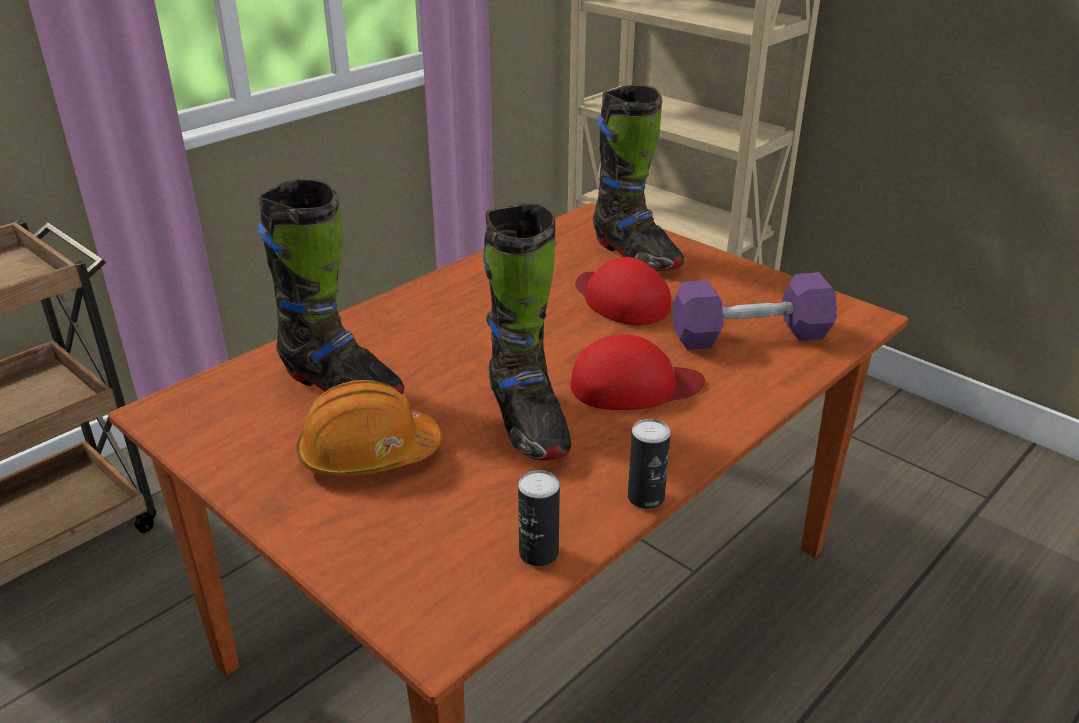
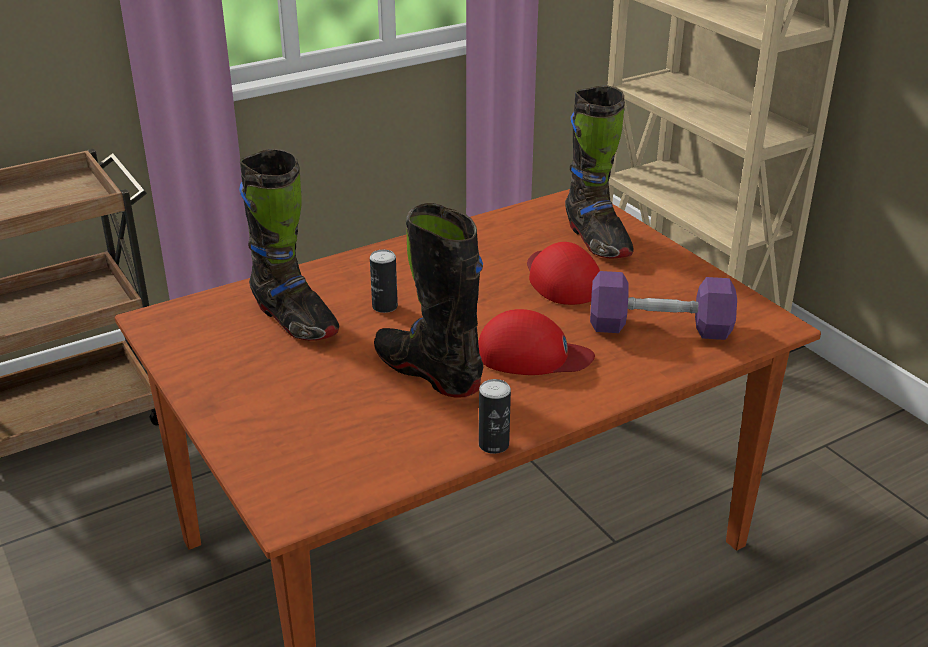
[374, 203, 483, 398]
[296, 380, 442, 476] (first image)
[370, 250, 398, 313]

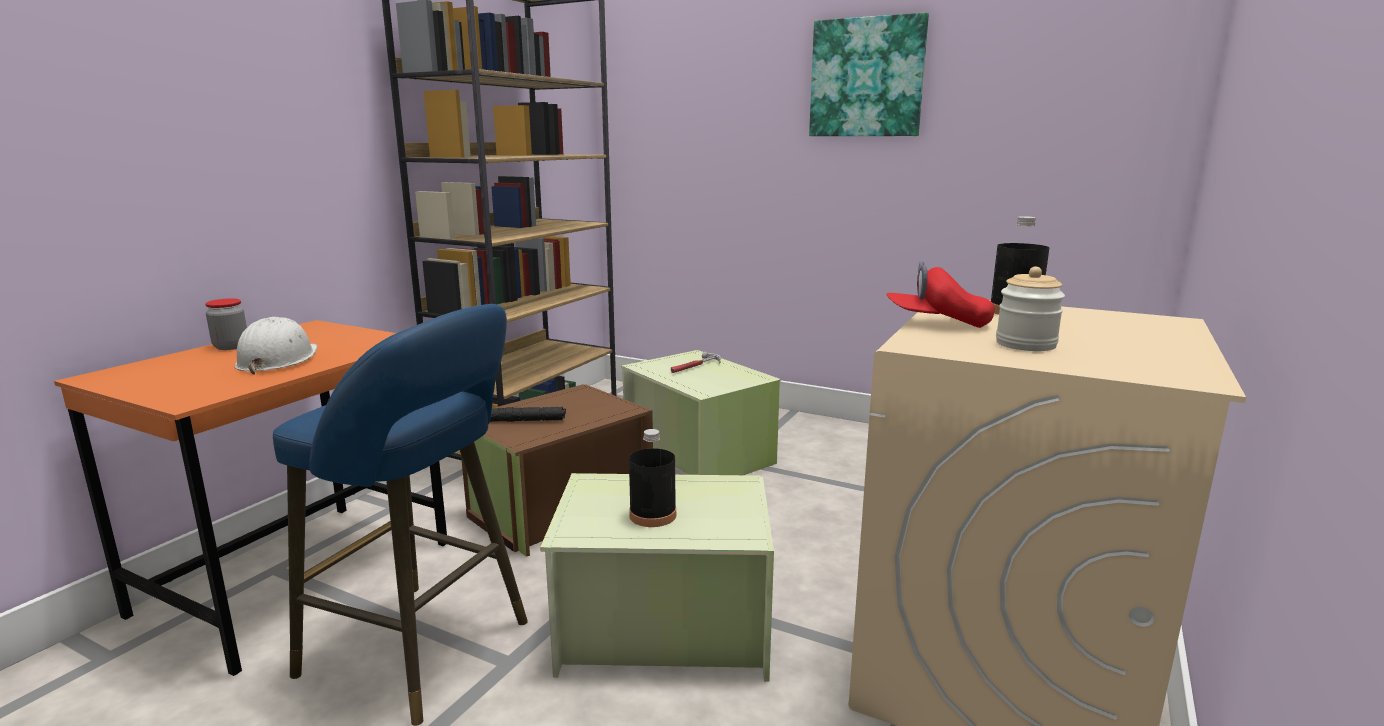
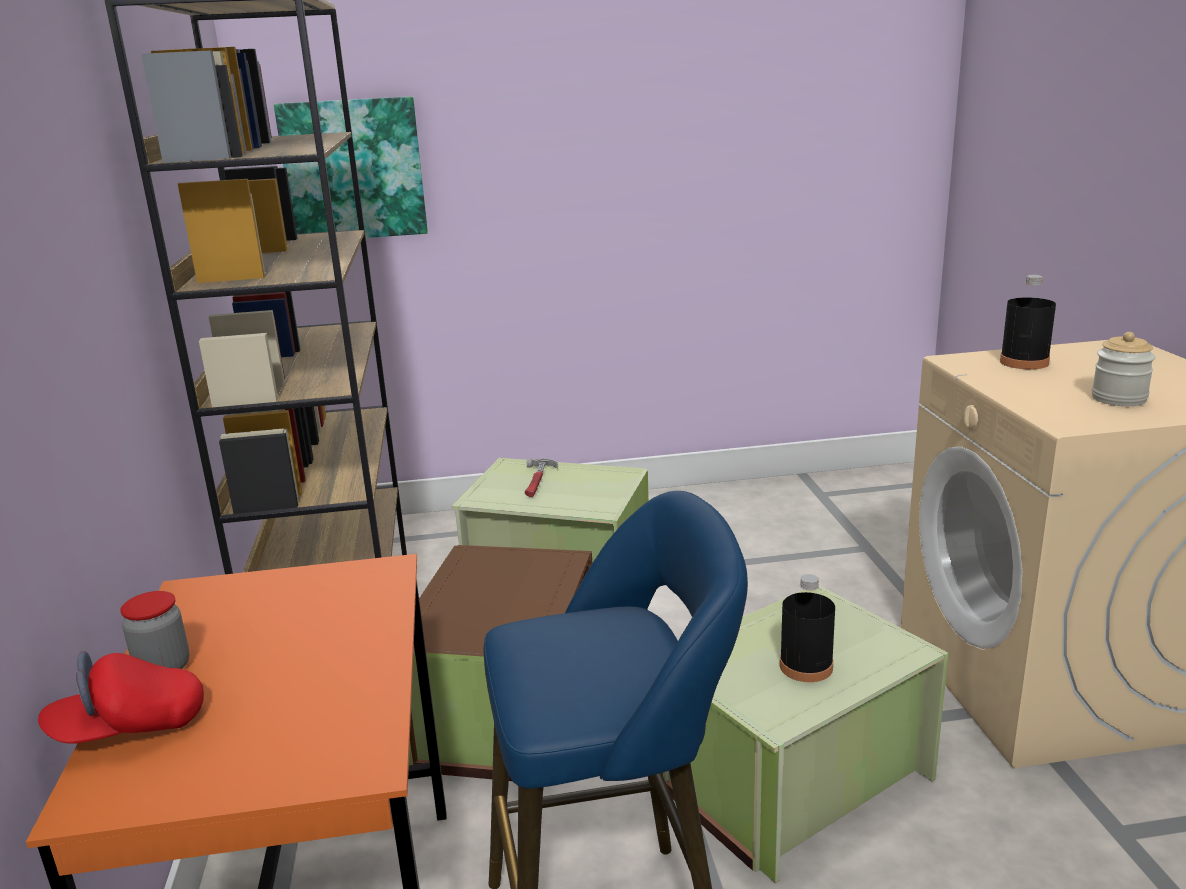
[274, 96, 428, 238]
[38, 651, 204, 744]
[234, 317, 317, 375] (first image)
[490, 407, 566, 422] (first image)

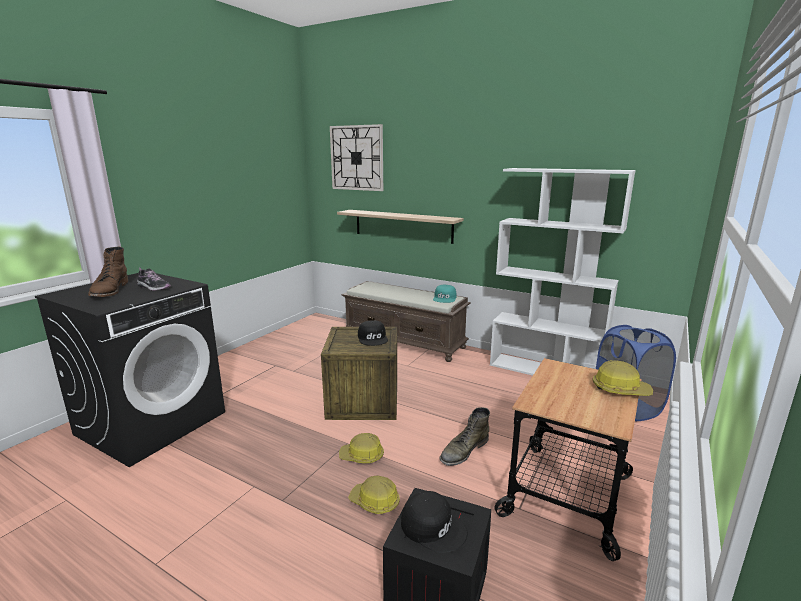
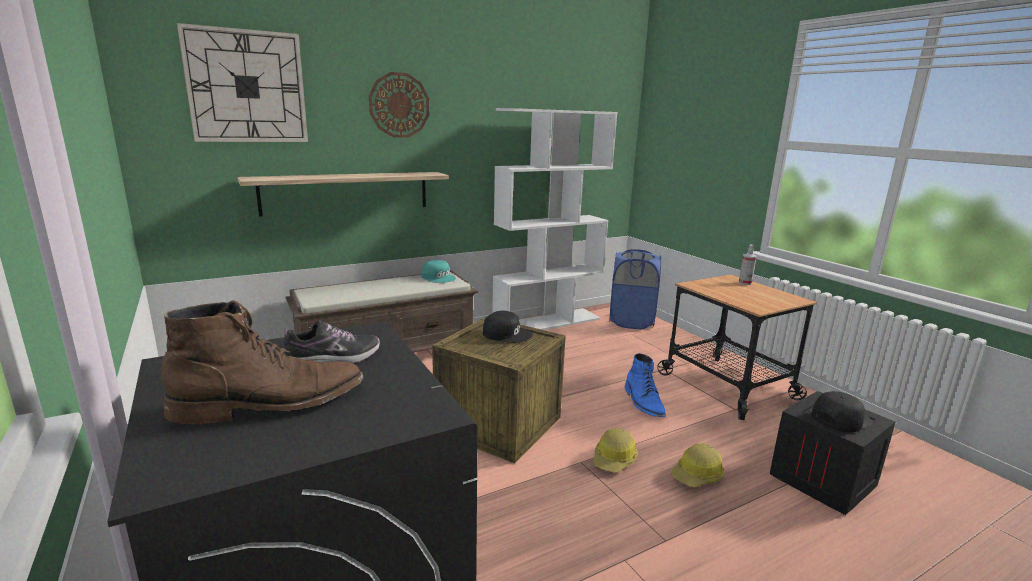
[161, 300, 364, 424]
[739, 244, 757, 285]
[625, 353, 666, 417]
[369, 72, 429, 138]

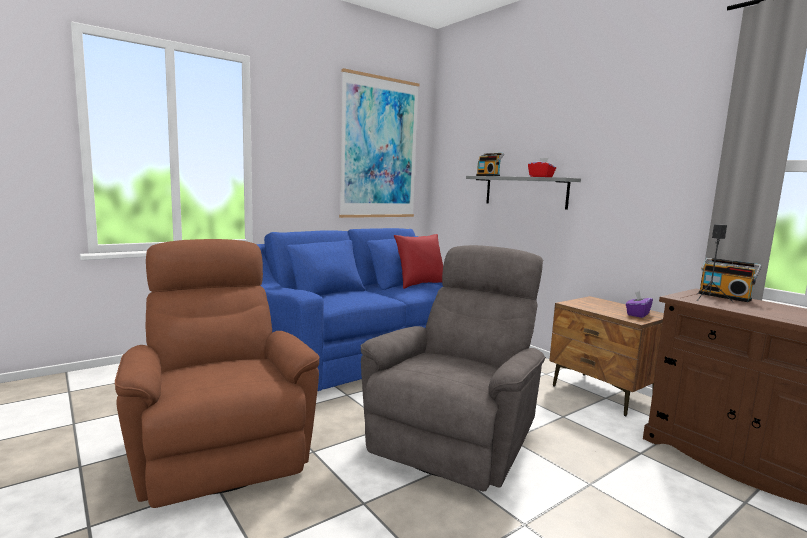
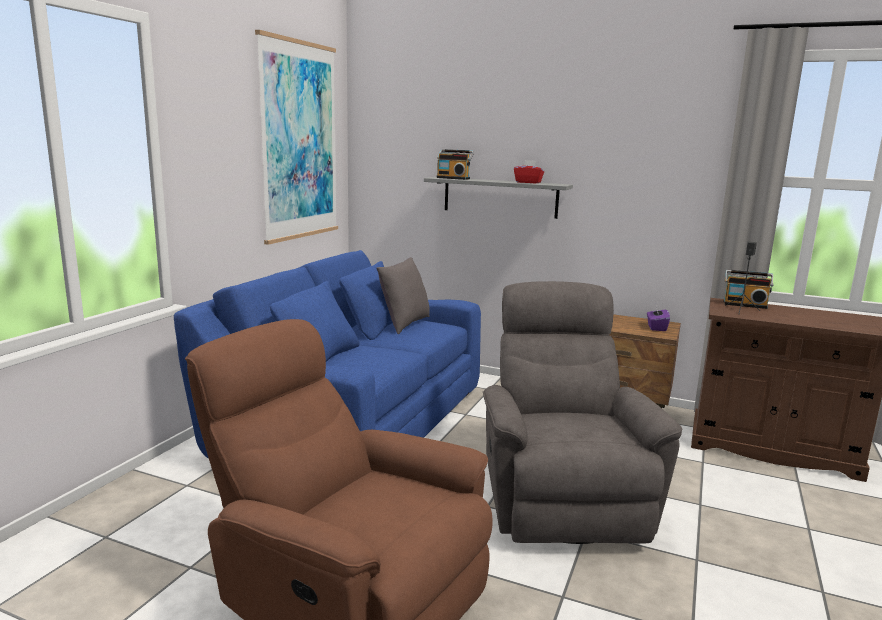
[376, 257, 430, 334]

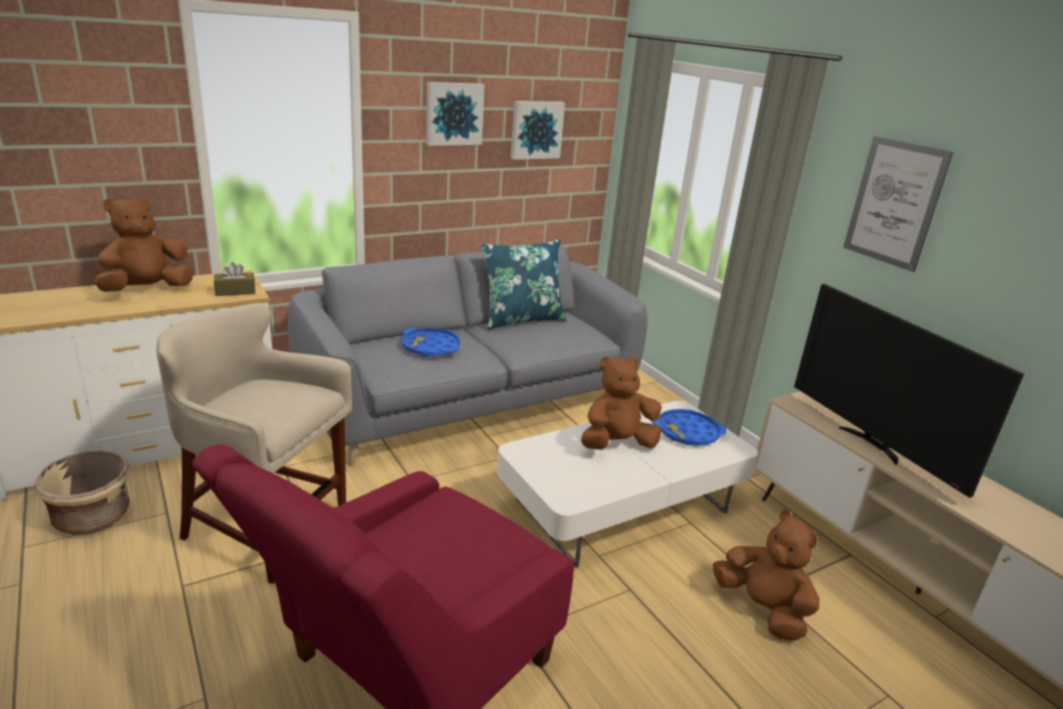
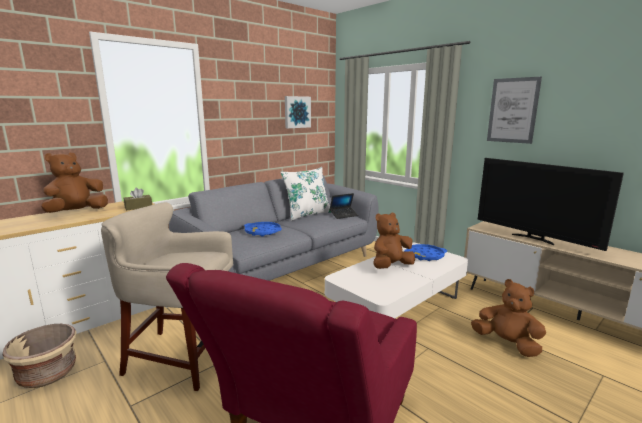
[426, 82, 485, 146] (first image)
[281, 167, 331, 221]
[330, 193, 358, 219]

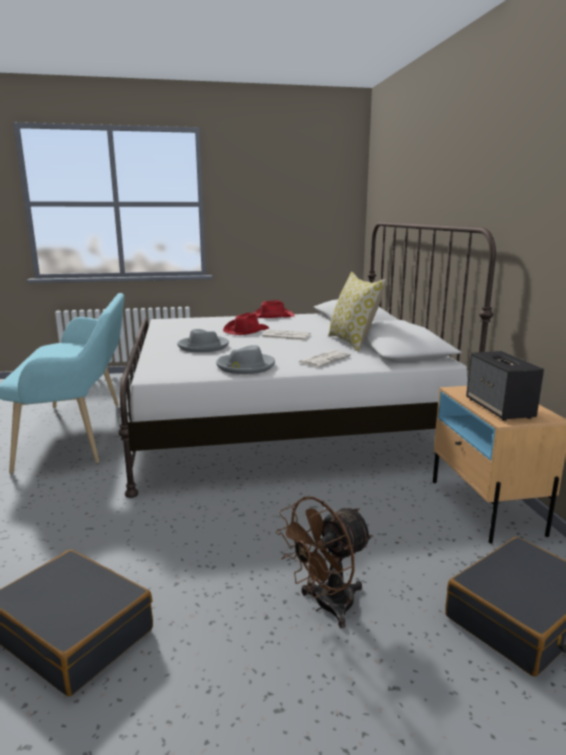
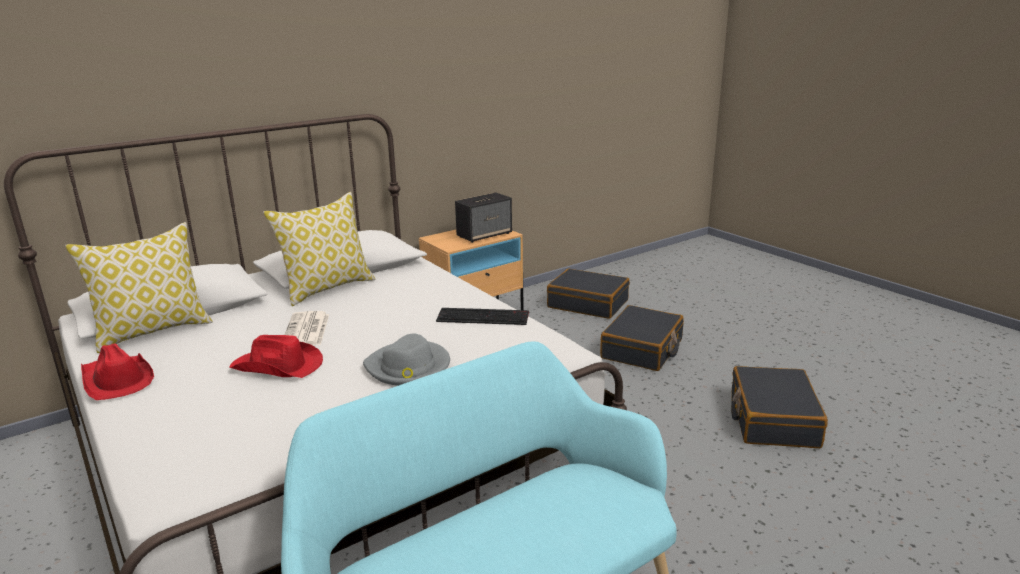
[436, 308, 529, 325]
[298, 350, 351, 367] (first image)
[600, 305, 684, 371]
[65, 222, 213, 353]

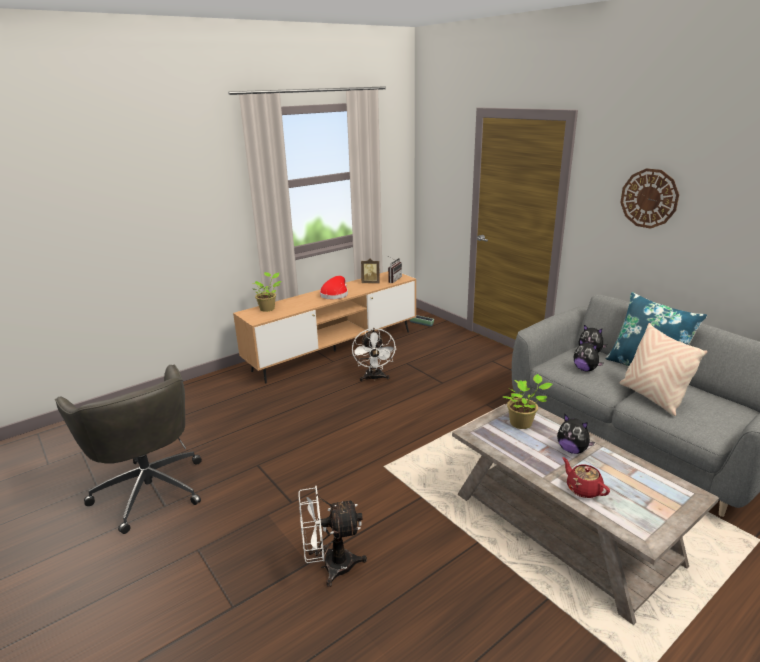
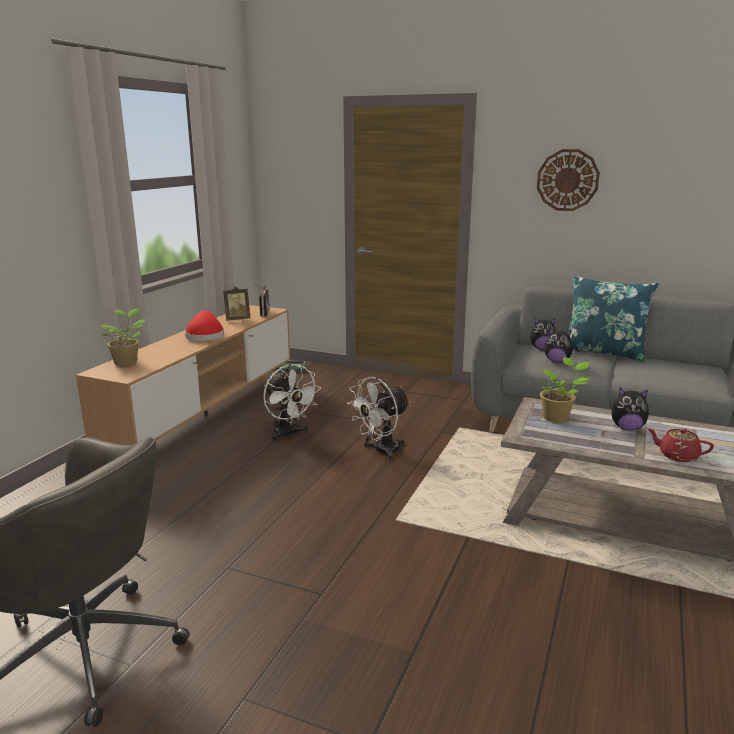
[620, 323, 708, 416] (first image)
[347, 377, 410, 460]

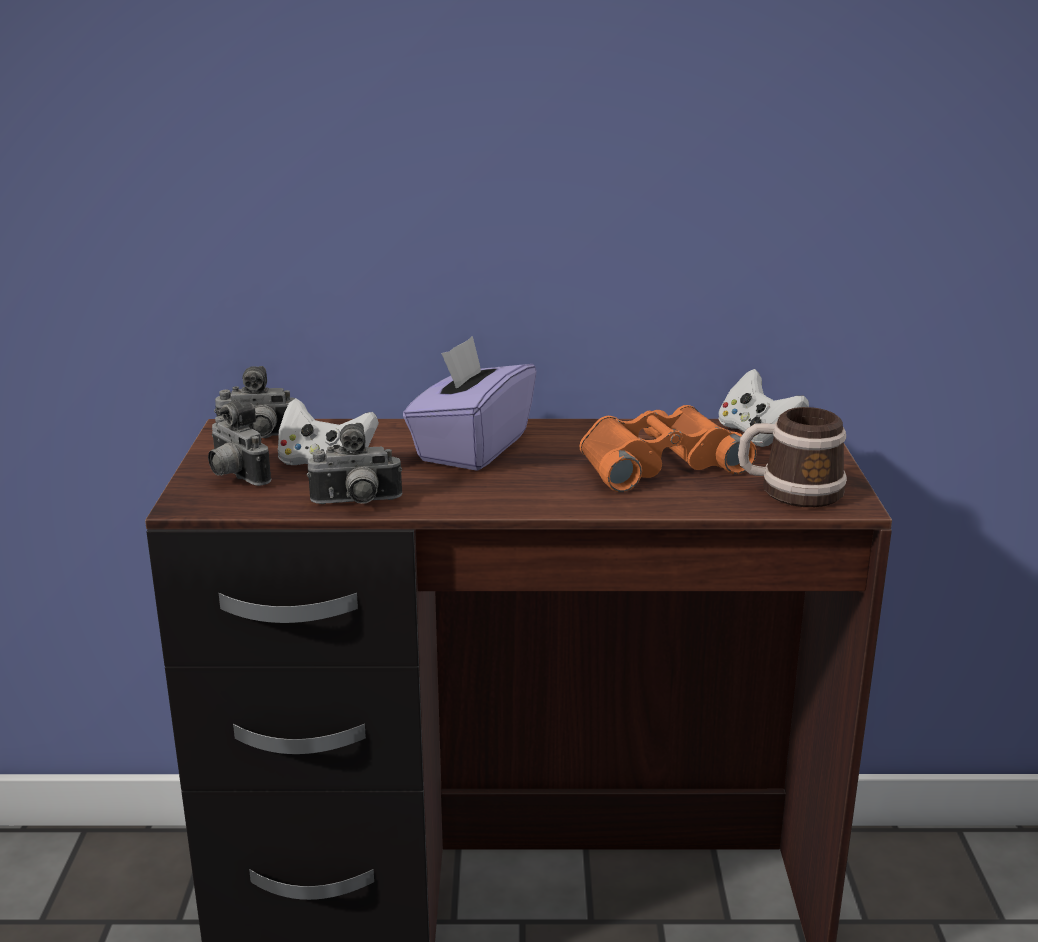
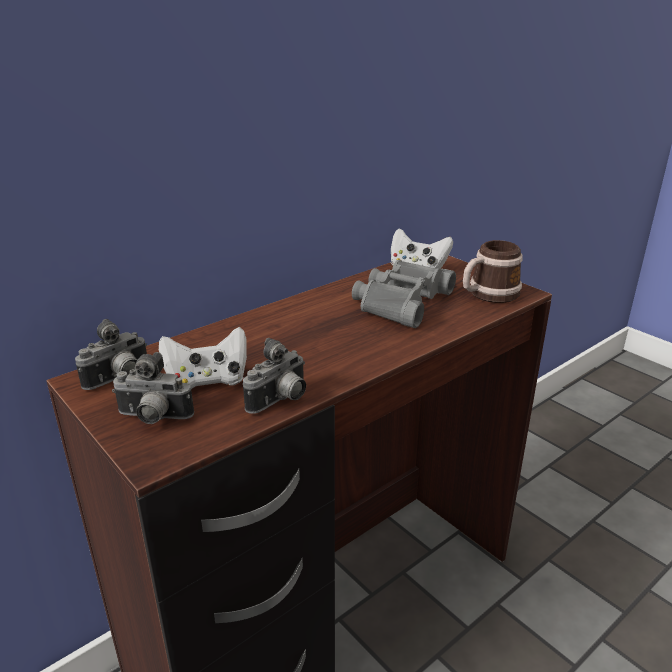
[403, 336, 537, 471] (first image)
[352, 260, 456, 328]

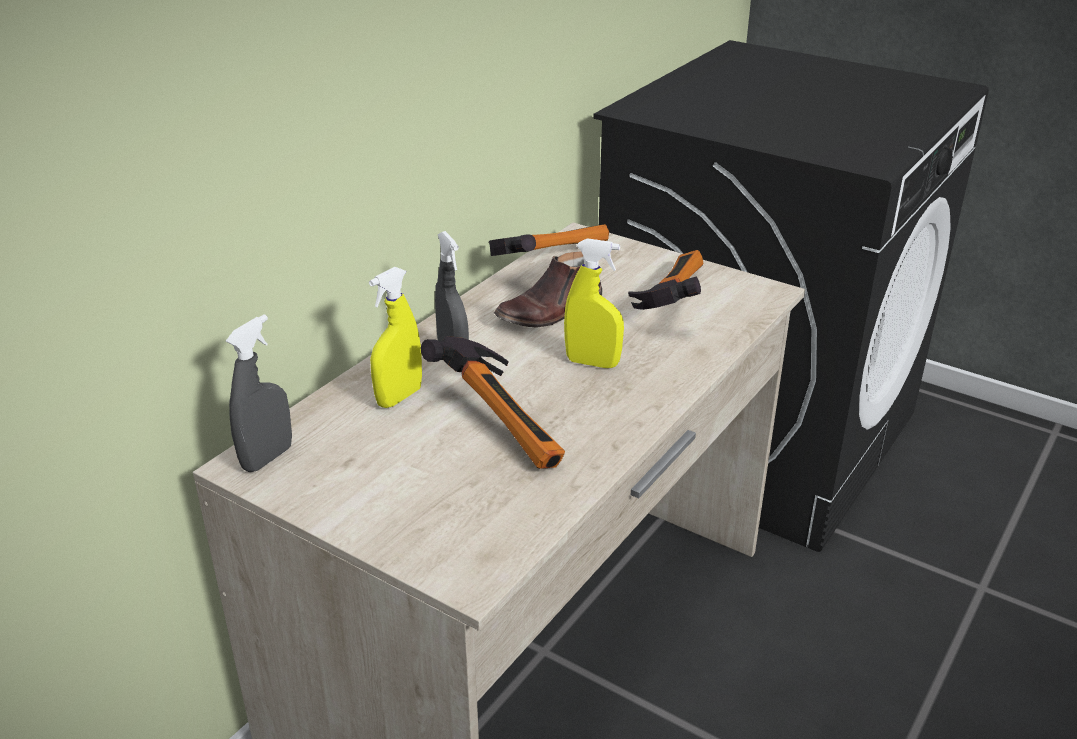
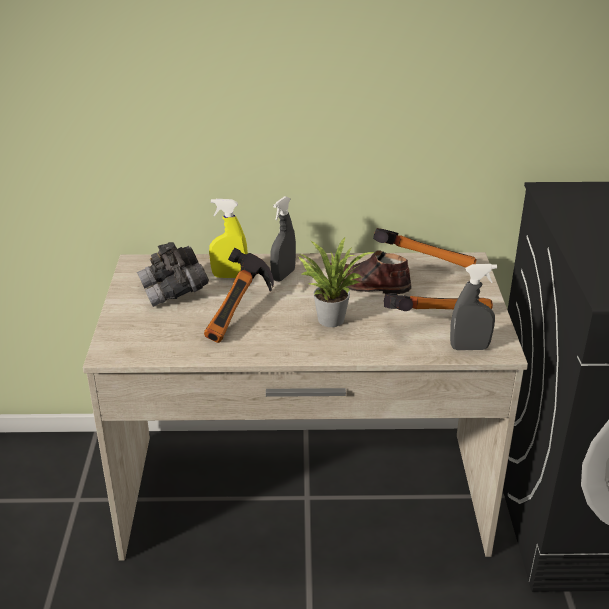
[299, 237, 374, 327]
[450, 264, 497, 350]
[137, 242, 209, 307]

